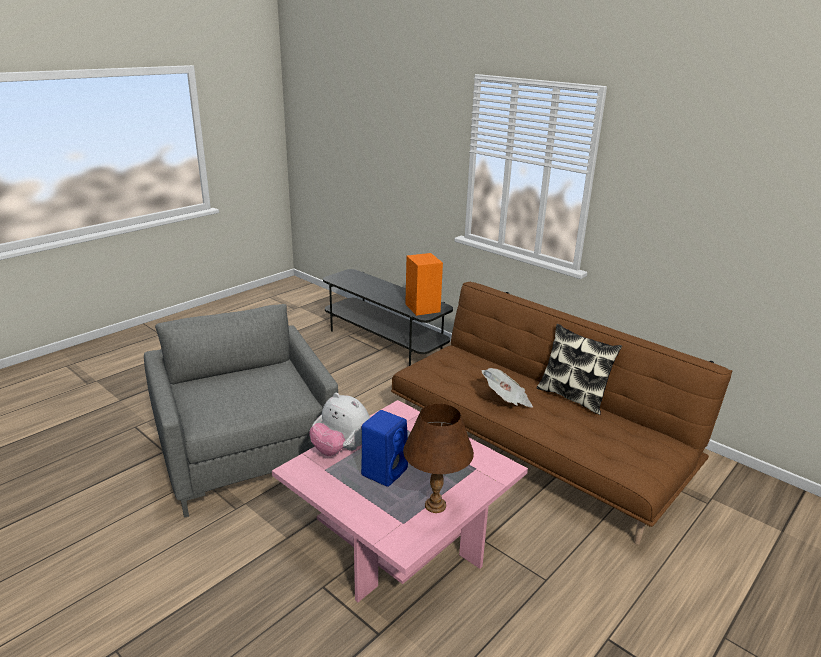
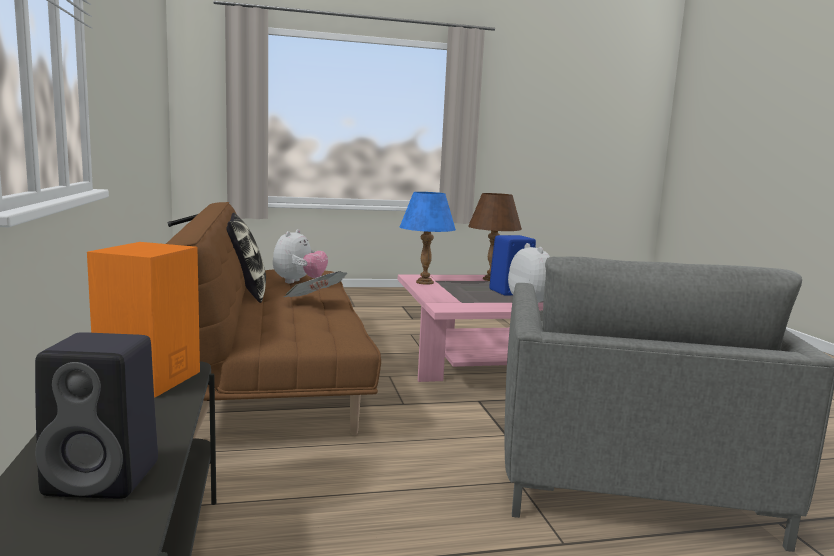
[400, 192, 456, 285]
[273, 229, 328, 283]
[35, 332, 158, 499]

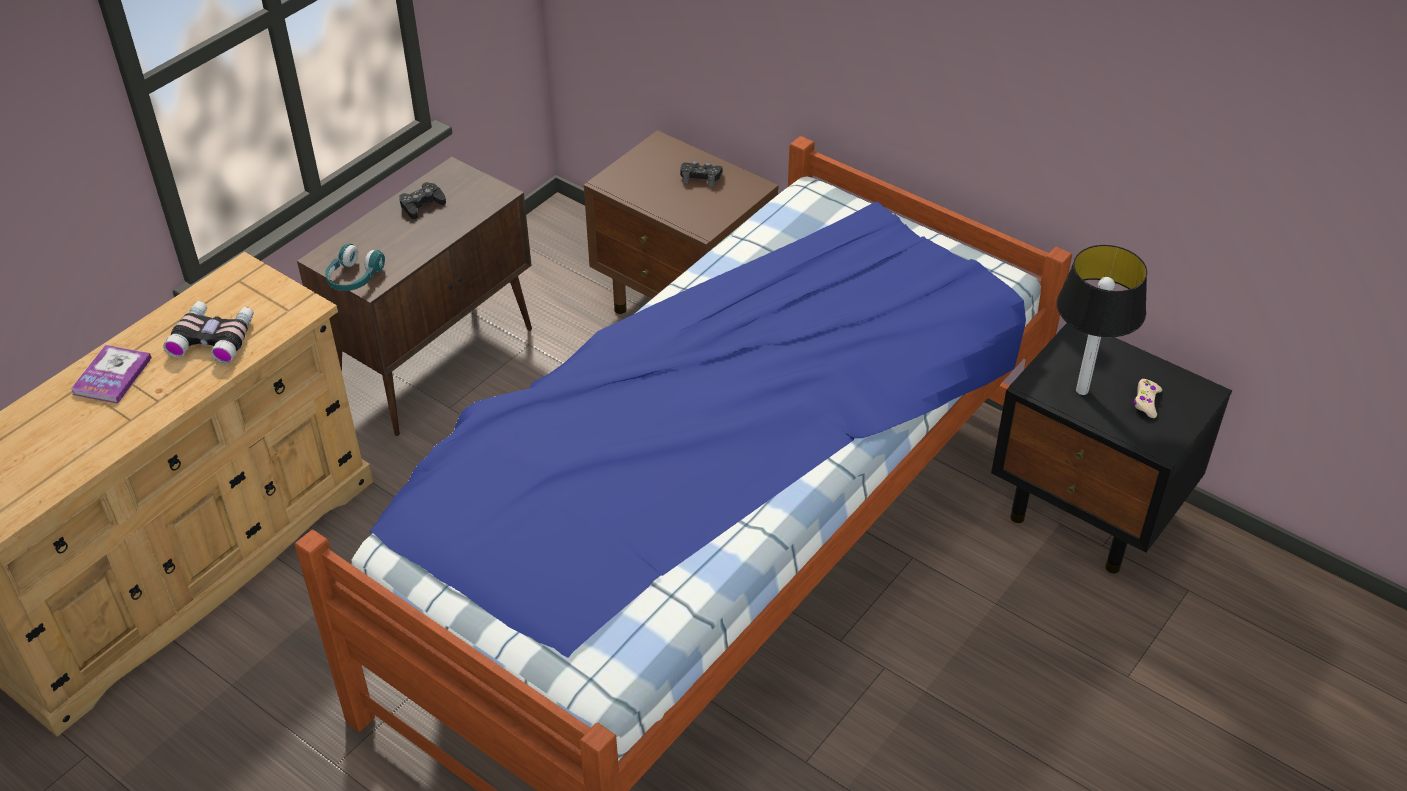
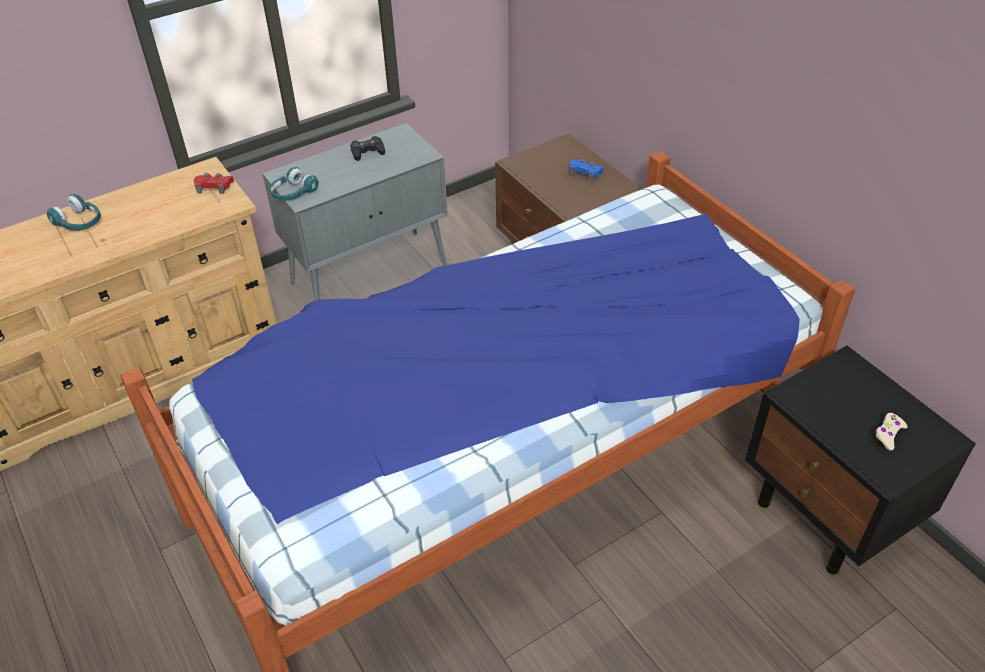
[262, 123, 448, 301]
[569, 159, 604, 181]
[1057, 245, 1147, 395] (first image)
[163, 301, 254, 364] (first image)
[47, 194, 101, 231]
[194, 173, 234, 194]

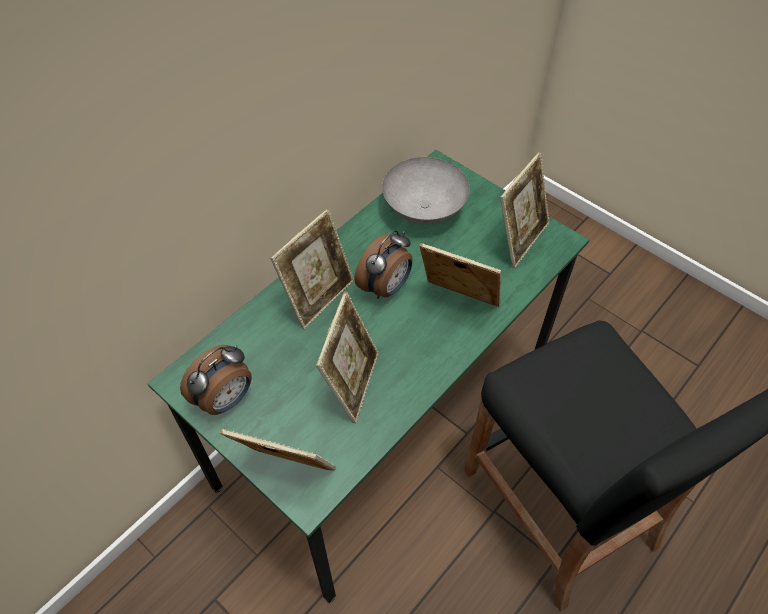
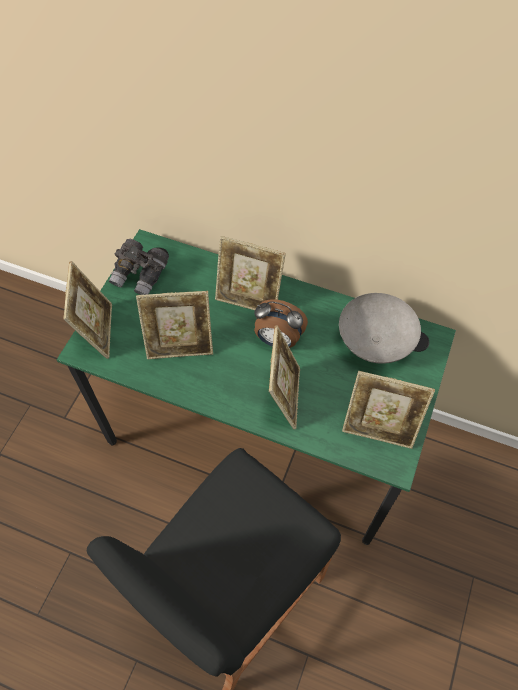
[109, 239, 169, 295]

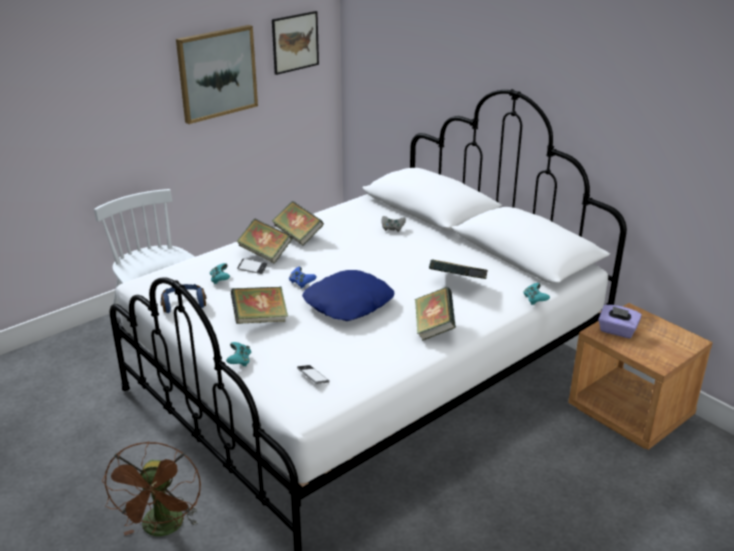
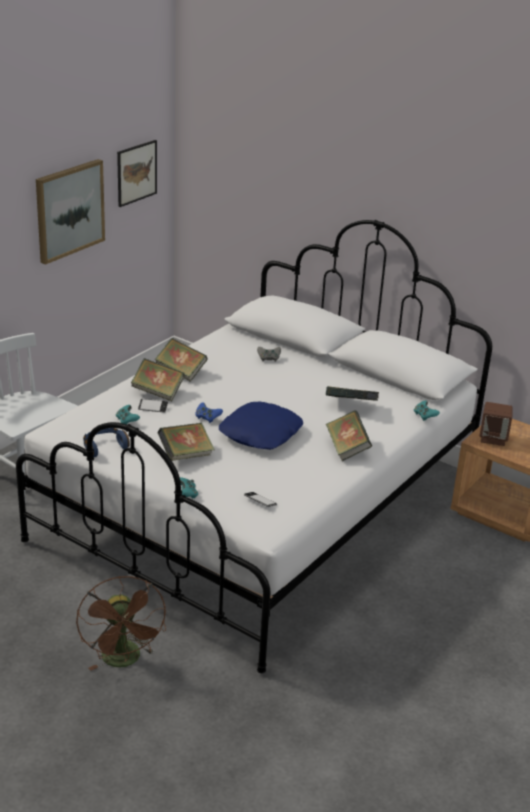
[480, 402, 512, 446]

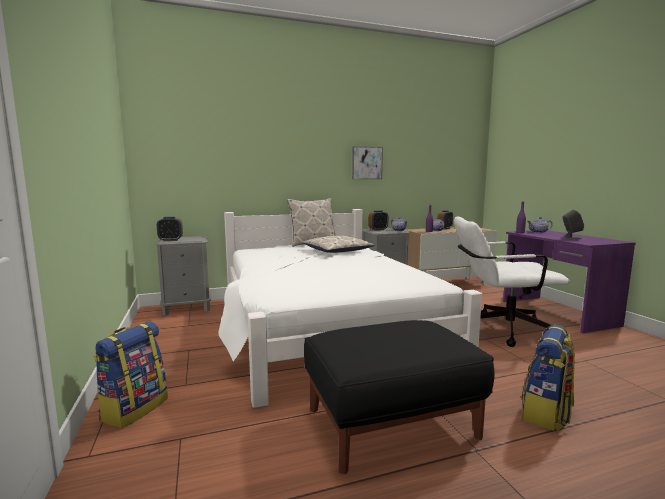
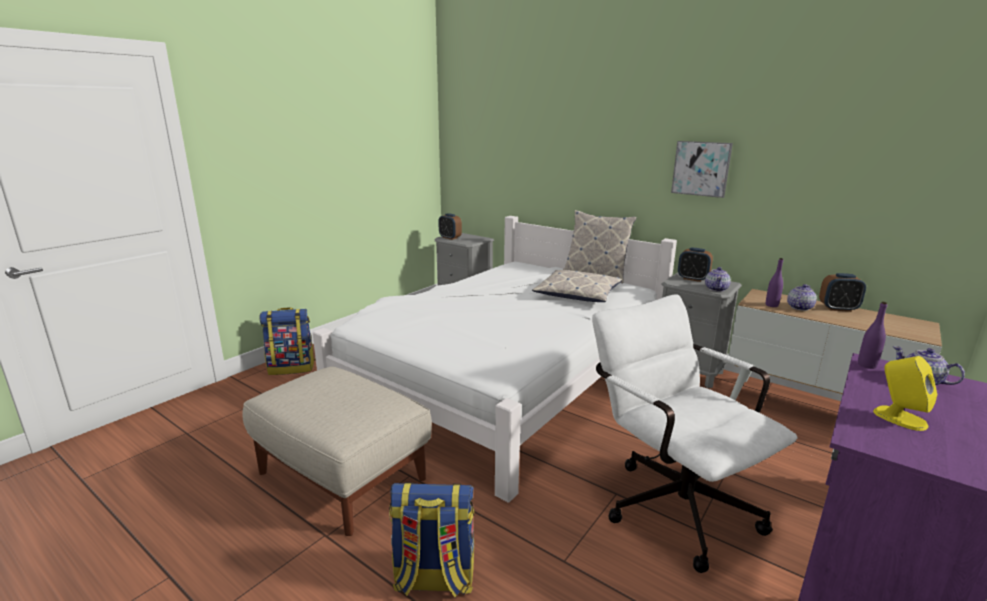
[873, 356, 937, 431]
[243, 366, 432, 536]

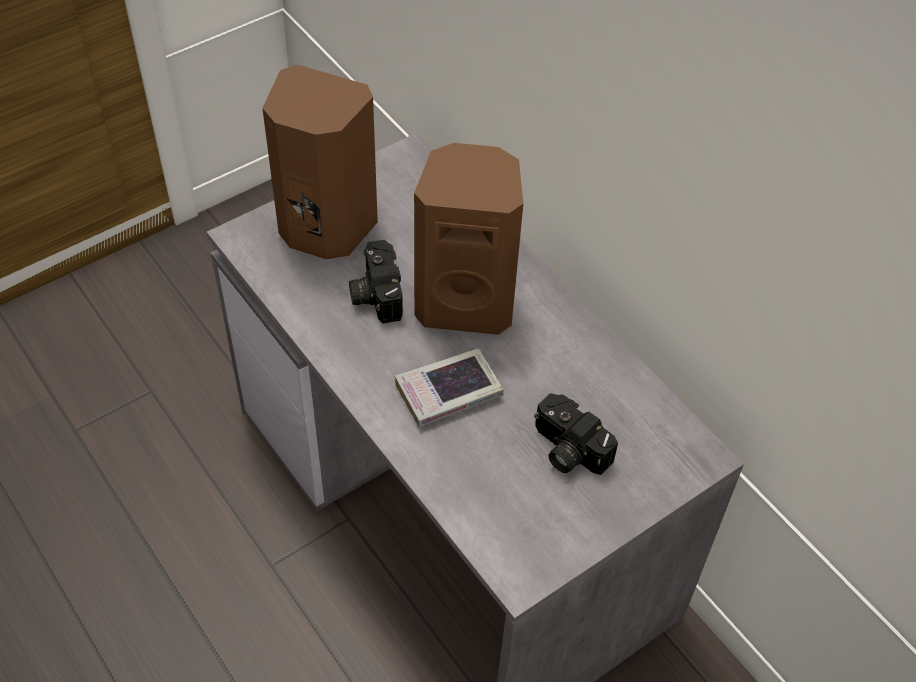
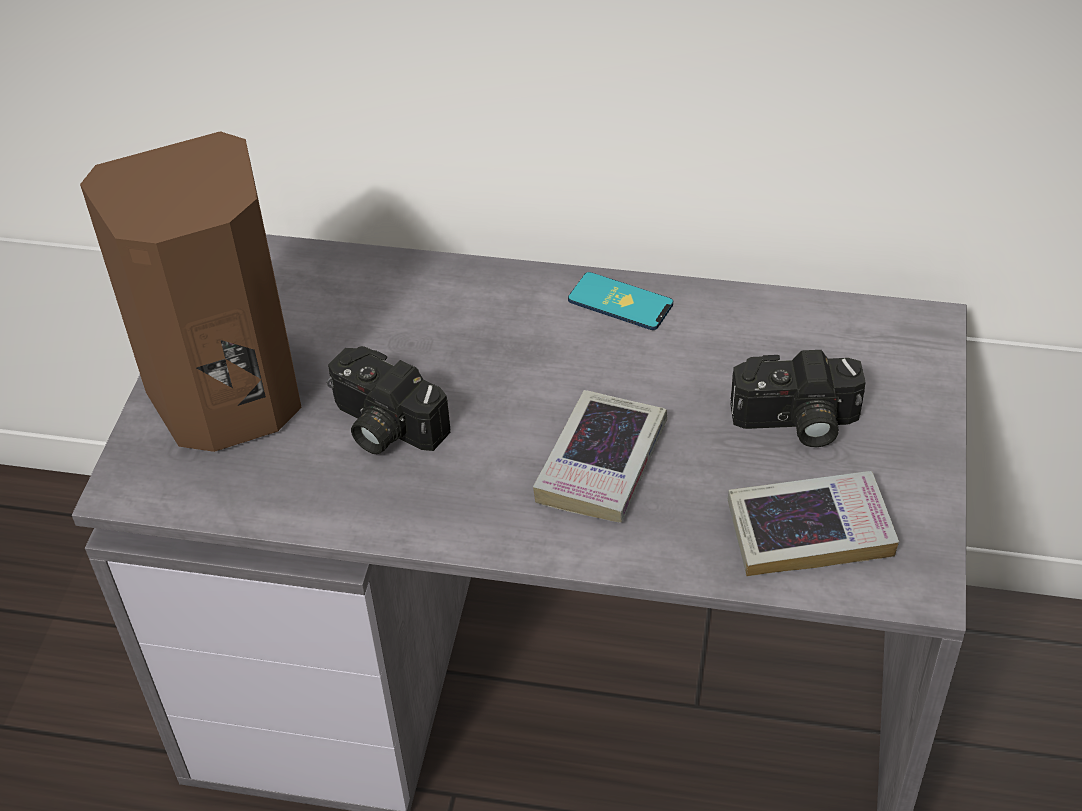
[414, 143, 523, 335] (first image)
[568, 272, 673, 330]
[727, 471, 899, 576]

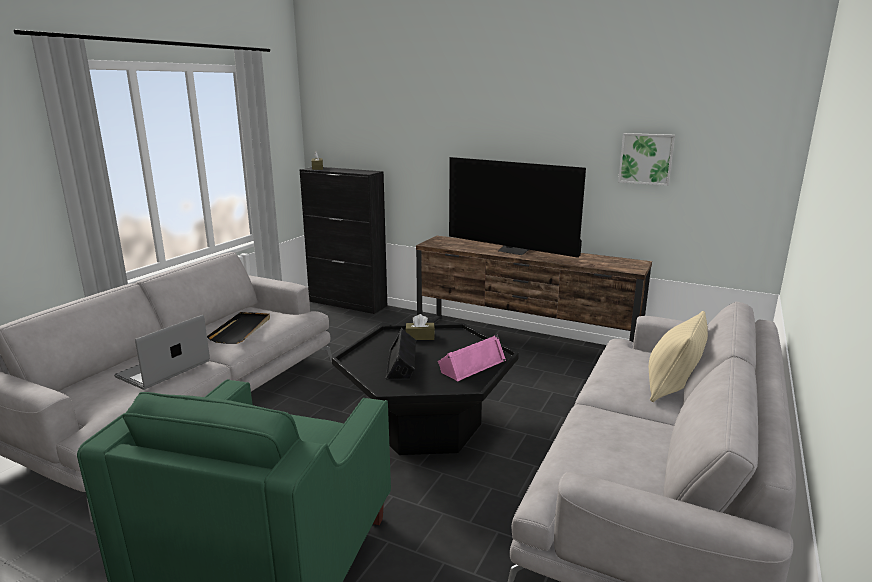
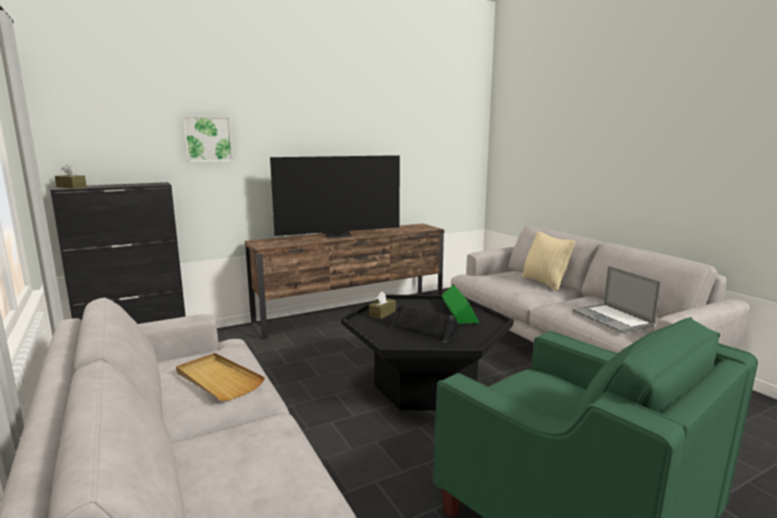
[183, 116, 233, 162]
[176, 353, 265, 401]
[573, 266, 661, 333]
[441, 284, 479, 324]

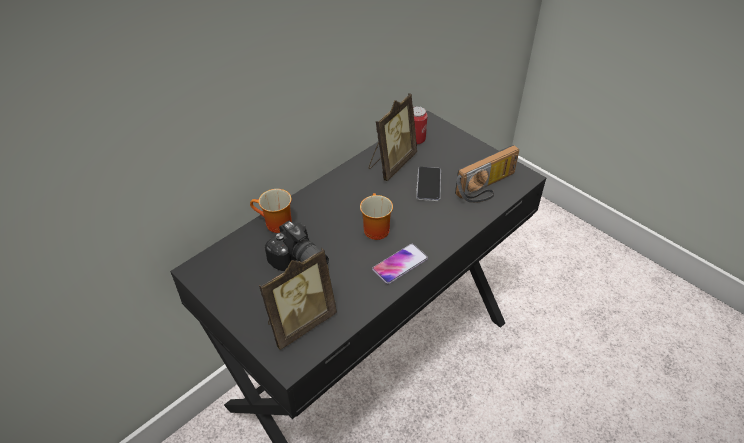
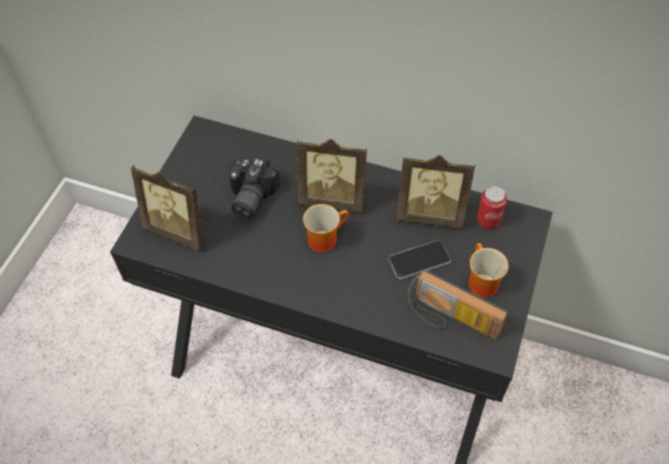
[469, 243, 509, 298]
[372, 244, 428, 284] (first image)
[297, 139, 367, 212]

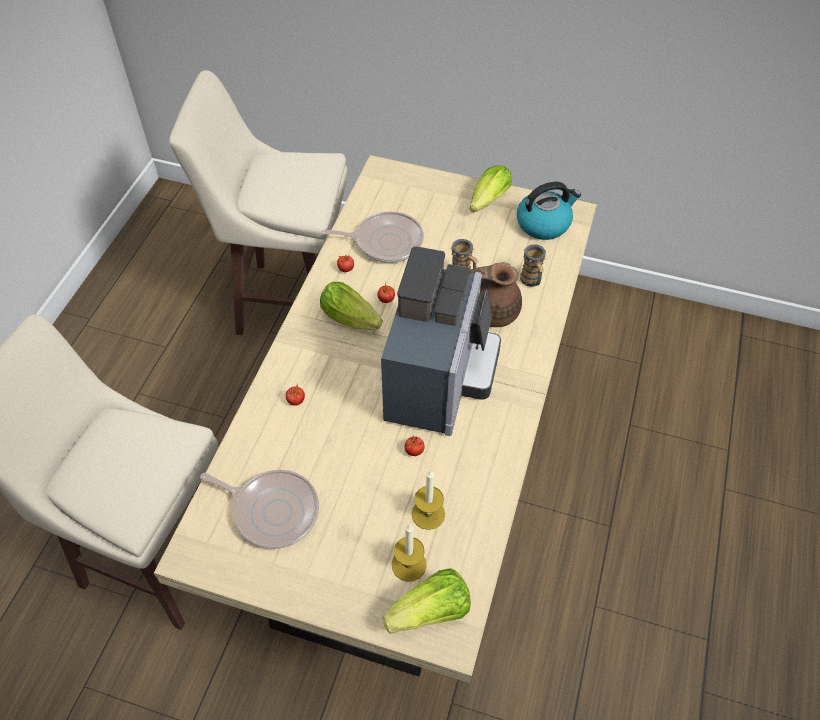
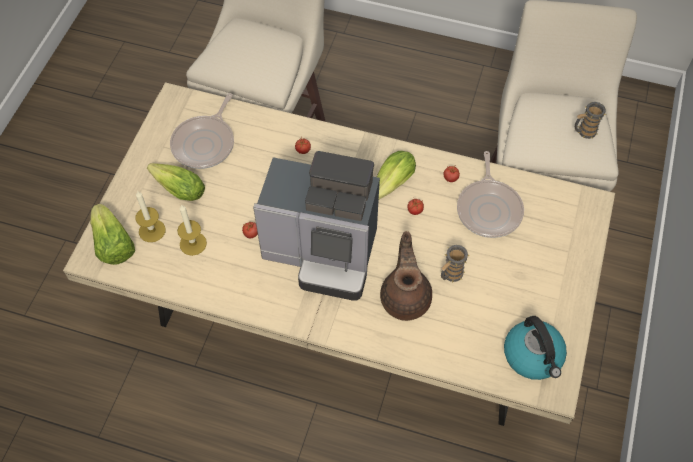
[147, 163, 205, 201]
[575, 102, 606, 139]

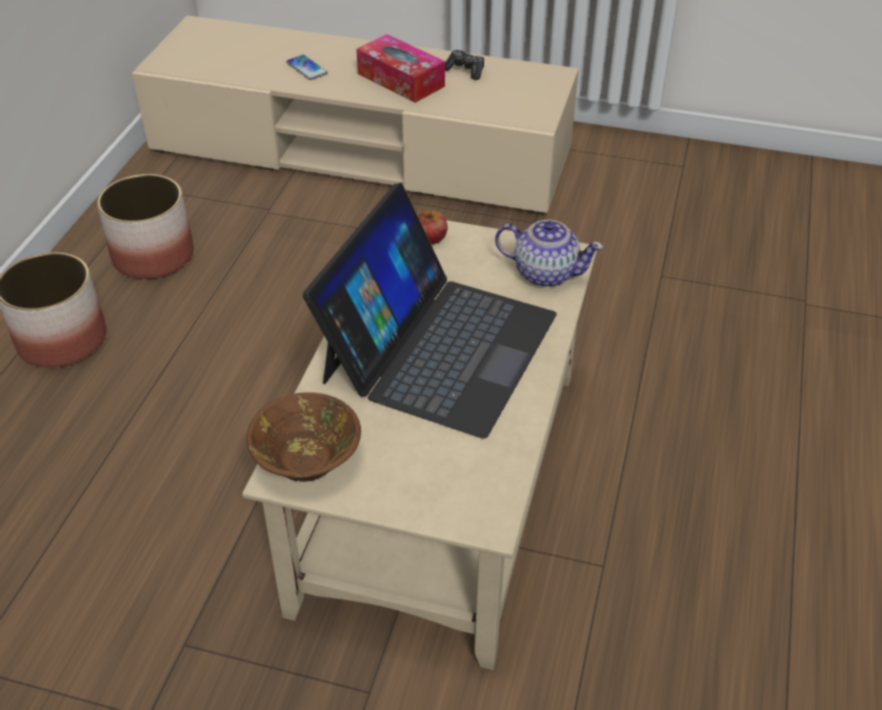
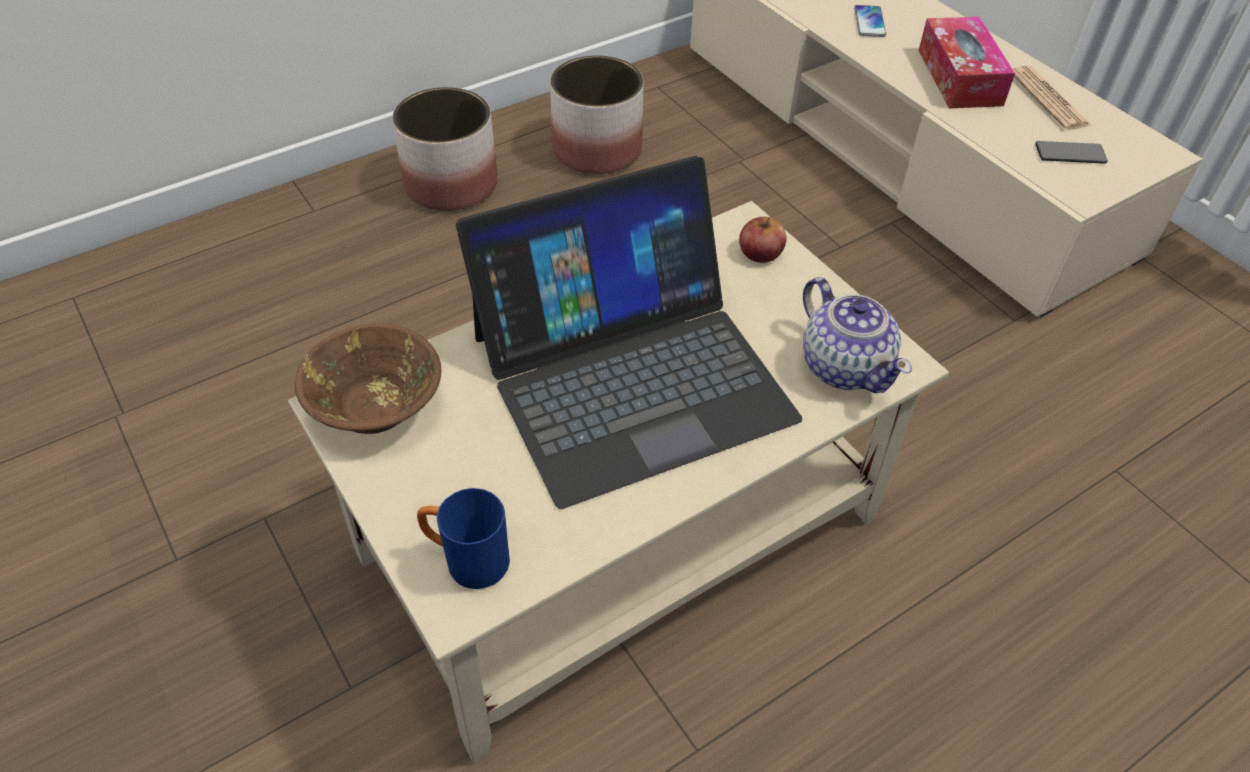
[1013, 66, 1091, 130]
[1035, 141, 1108, 164]
[417, 488, 510, 589]

